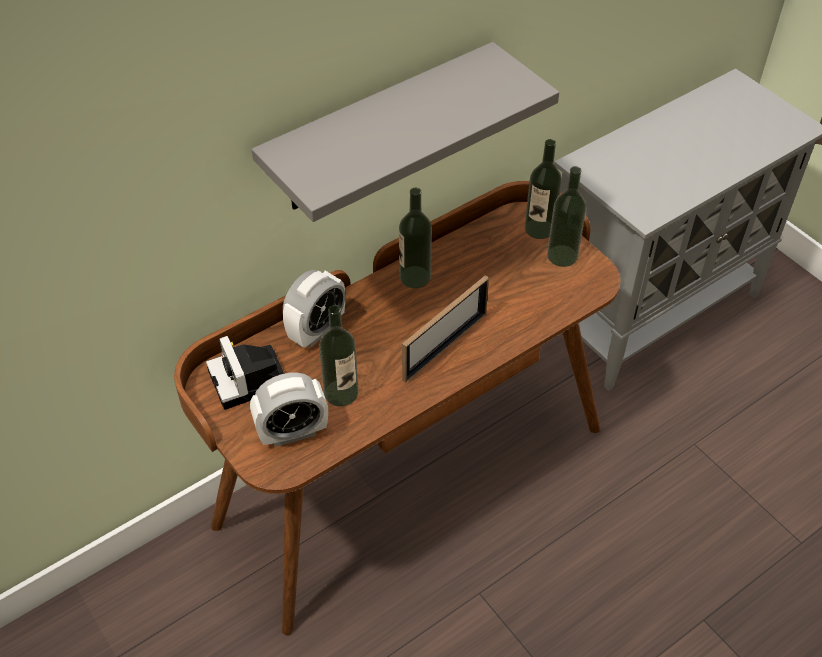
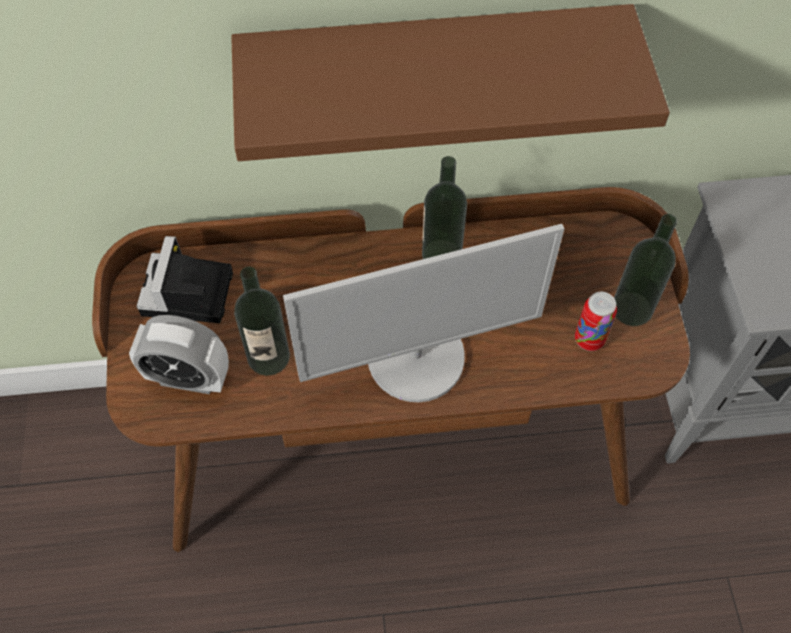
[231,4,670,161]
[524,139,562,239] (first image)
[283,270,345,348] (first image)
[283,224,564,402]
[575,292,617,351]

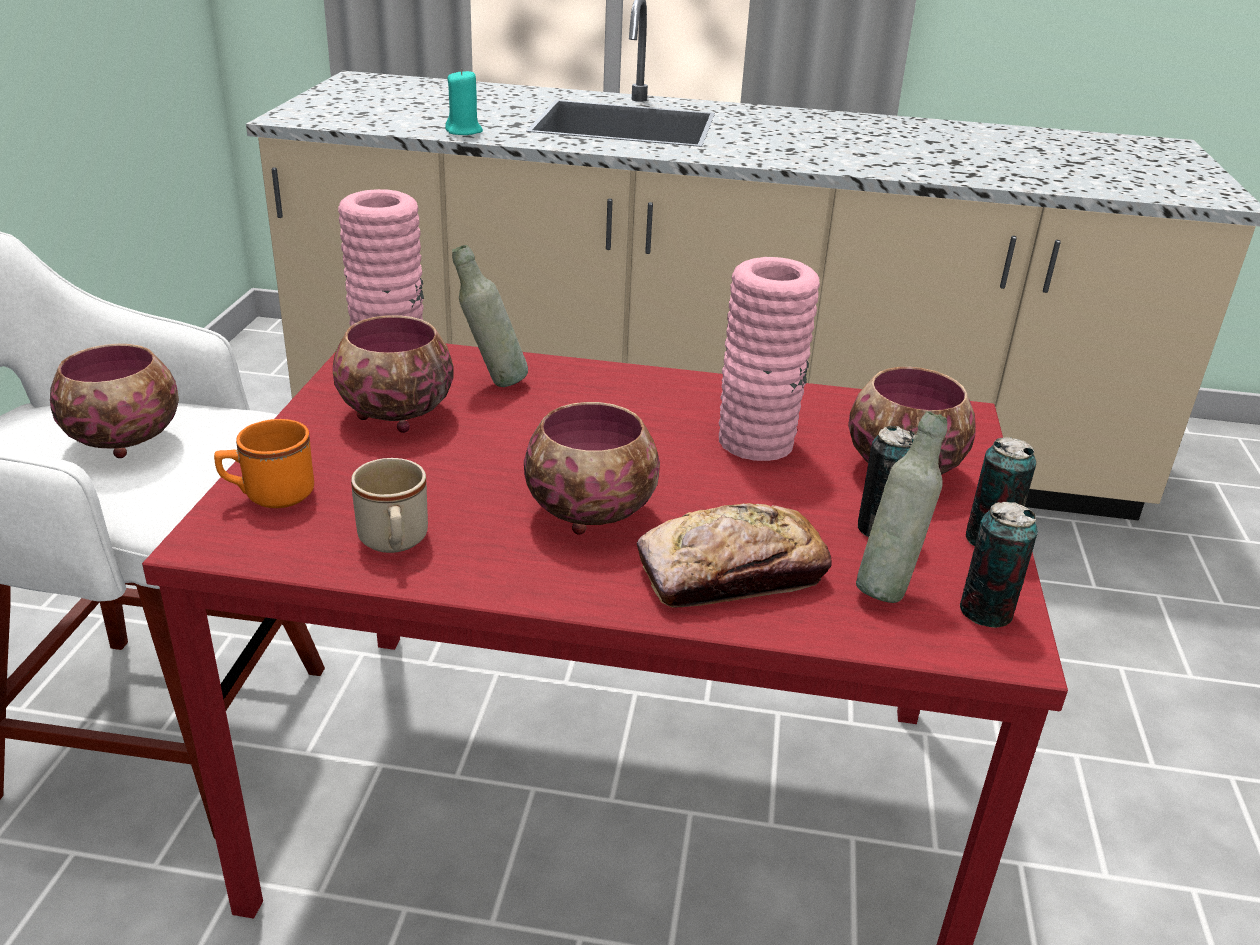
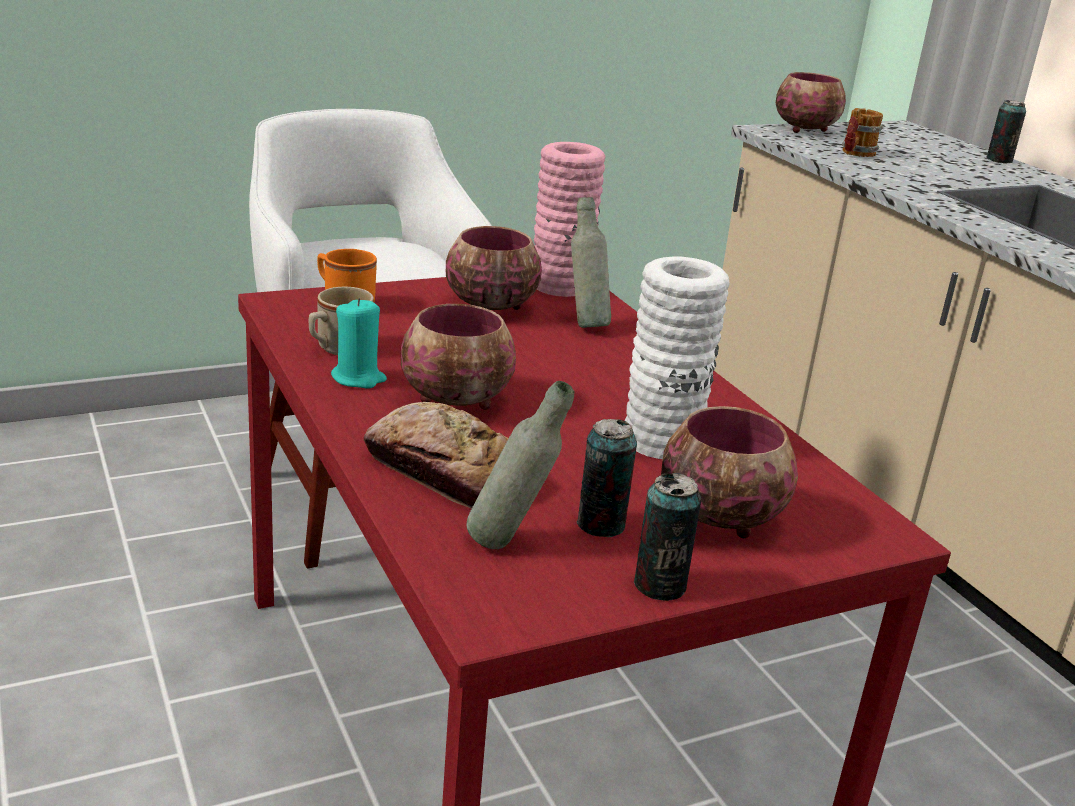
[331,298,387,388]
[625,256,729,459]
[776,72,846,133]
[987,100,1026,163]
[842,108,883,157]

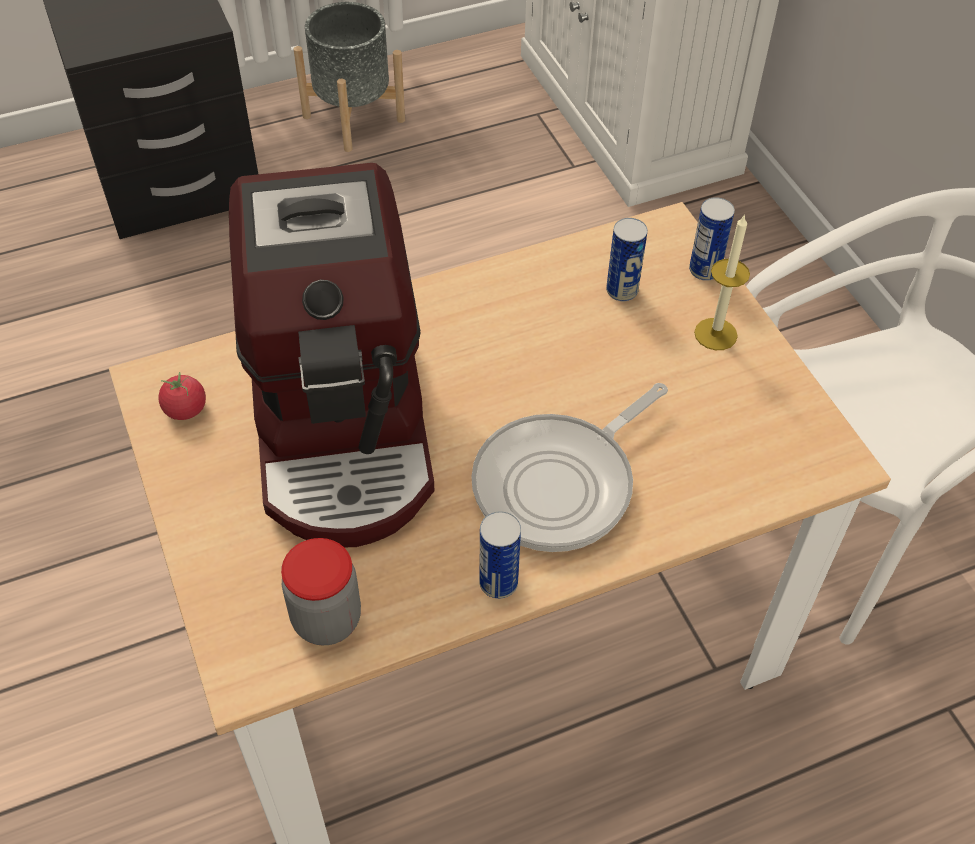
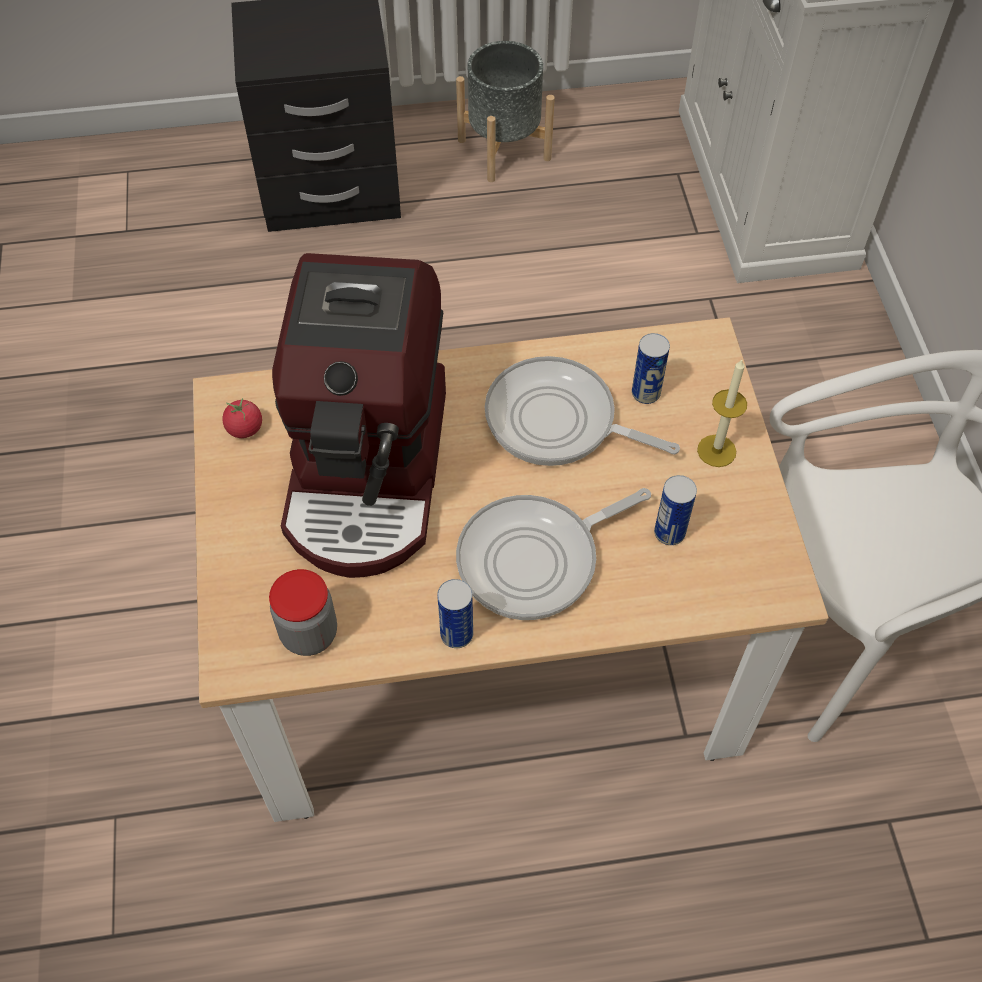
[654,475,697,545]
[485,356,680,466]

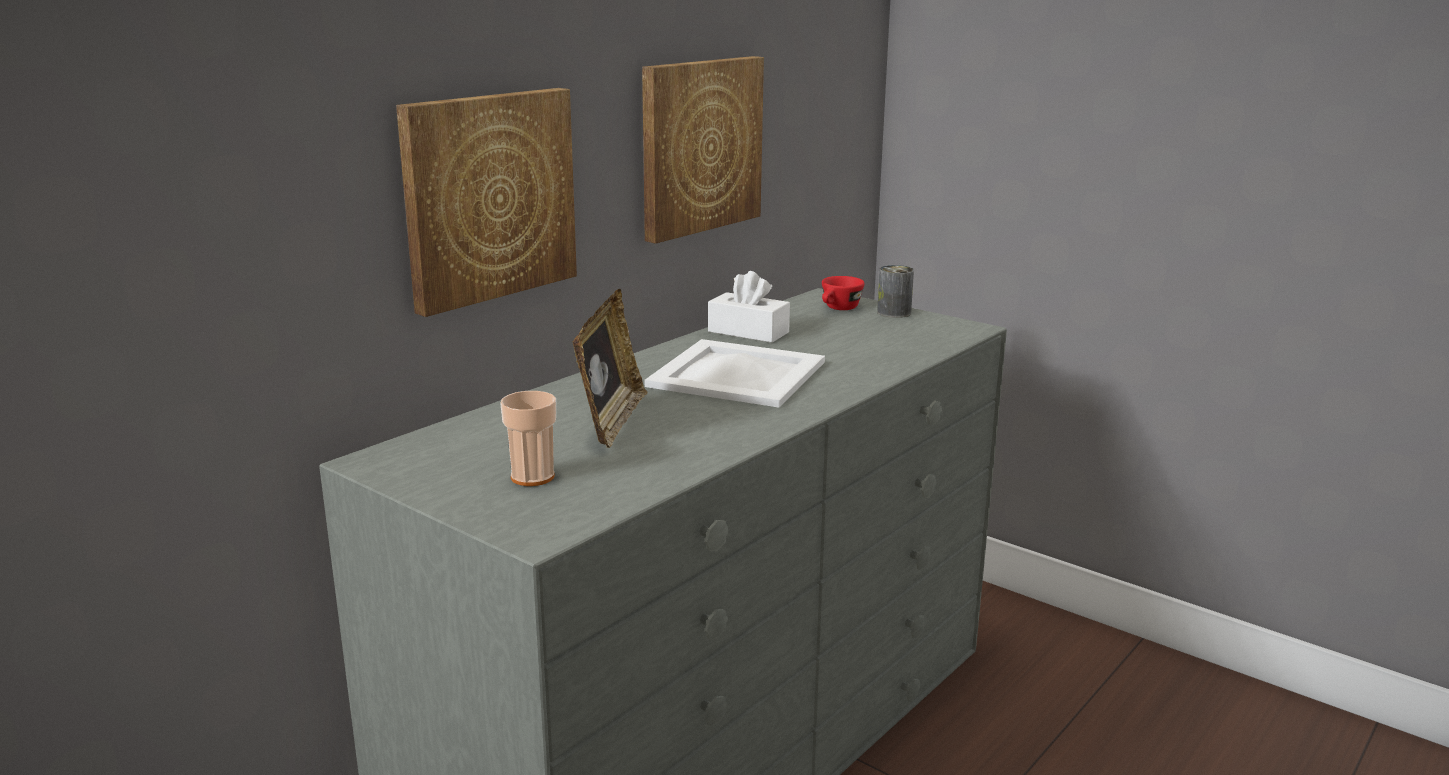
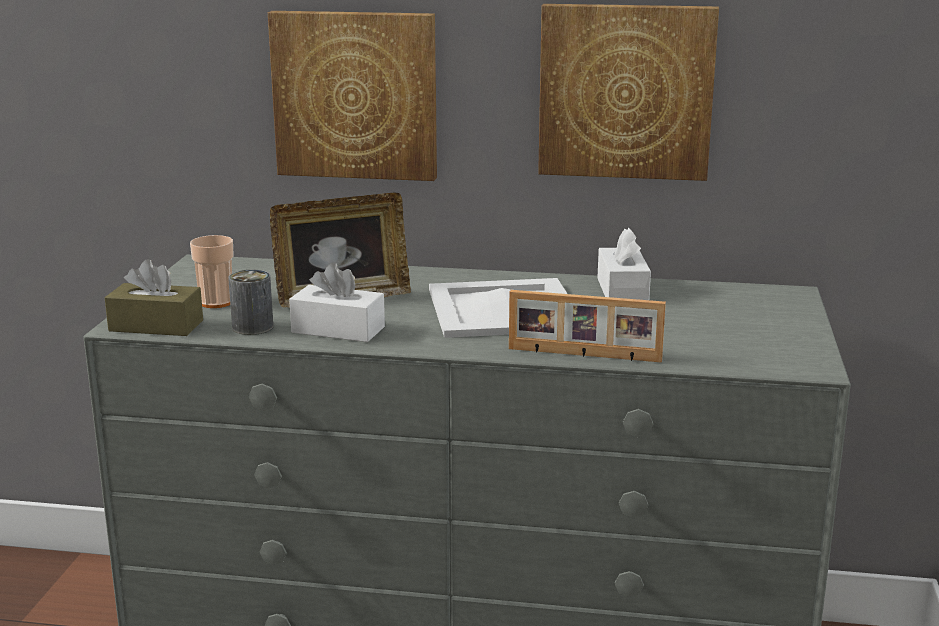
[228,270,273,335]
[822,276,865,310] (first image)
[105,259,203,336]
[289,263,385,342]
[509,290,666,363]

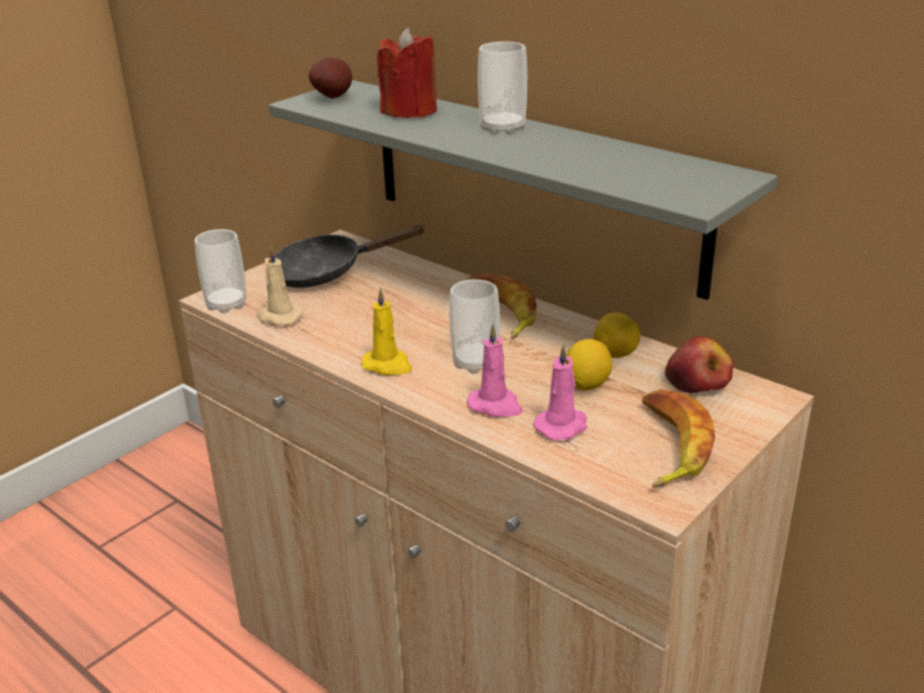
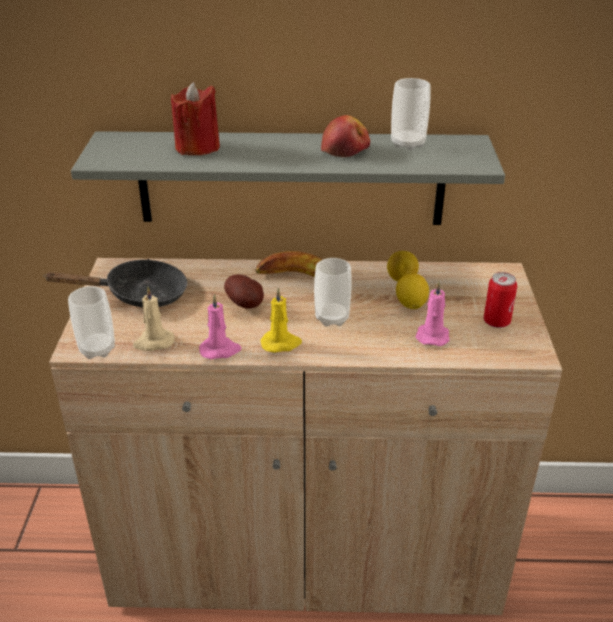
[391,78,431,151]
[224,274,264,309]
[44,259,187,307]
[199,294,242,359]
[321,115,370,157]
[484,272,517,328]

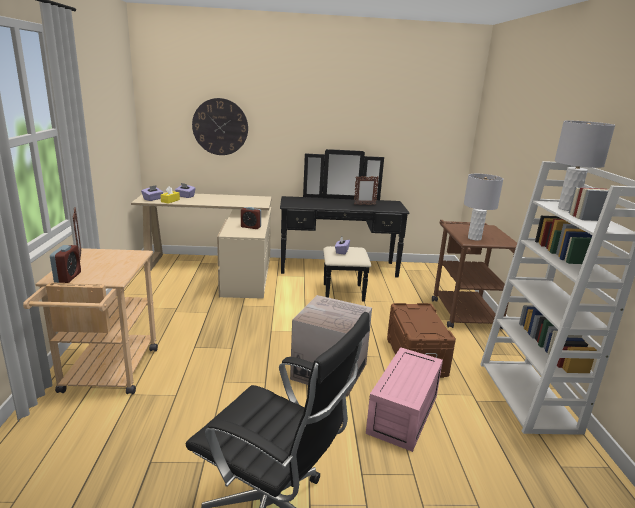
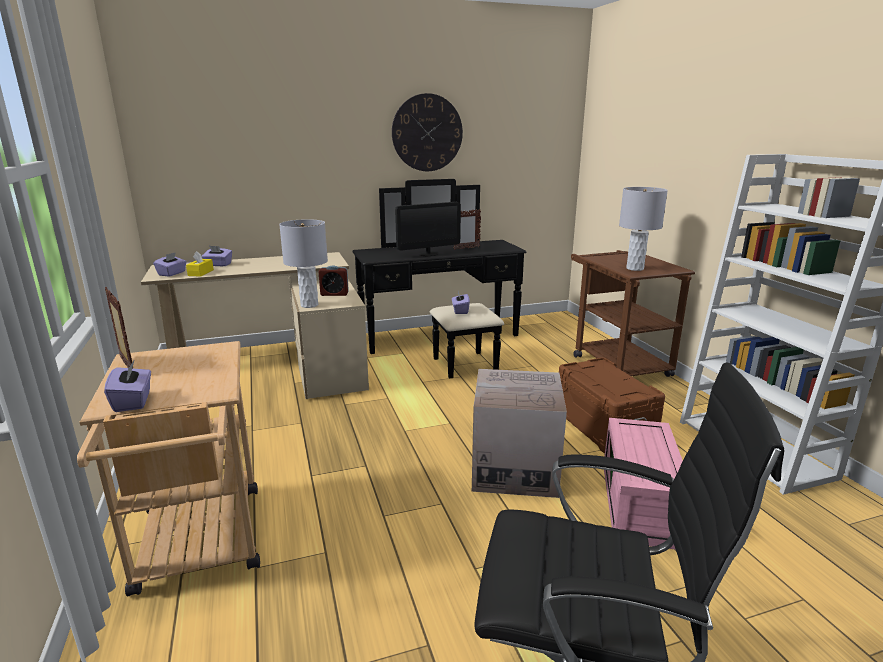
[392,93,463,171]
[279,219,328,308]
[104,359,151,412]
[395,202,461,256]

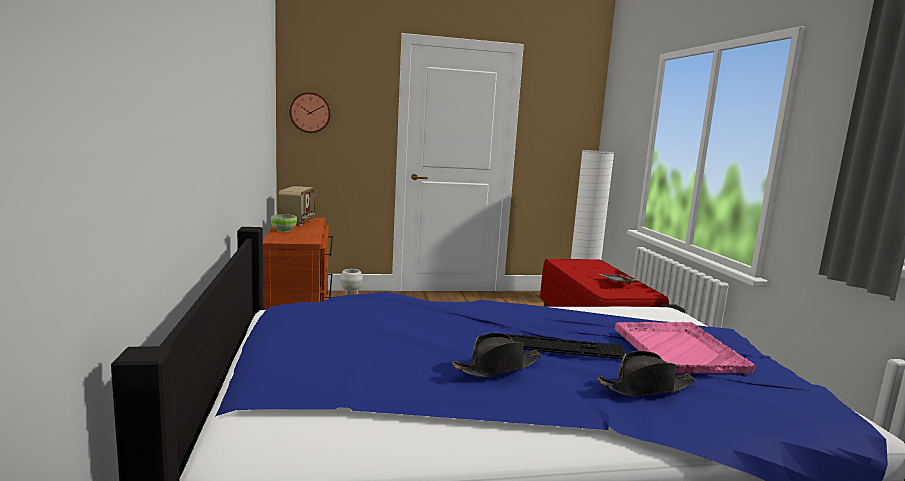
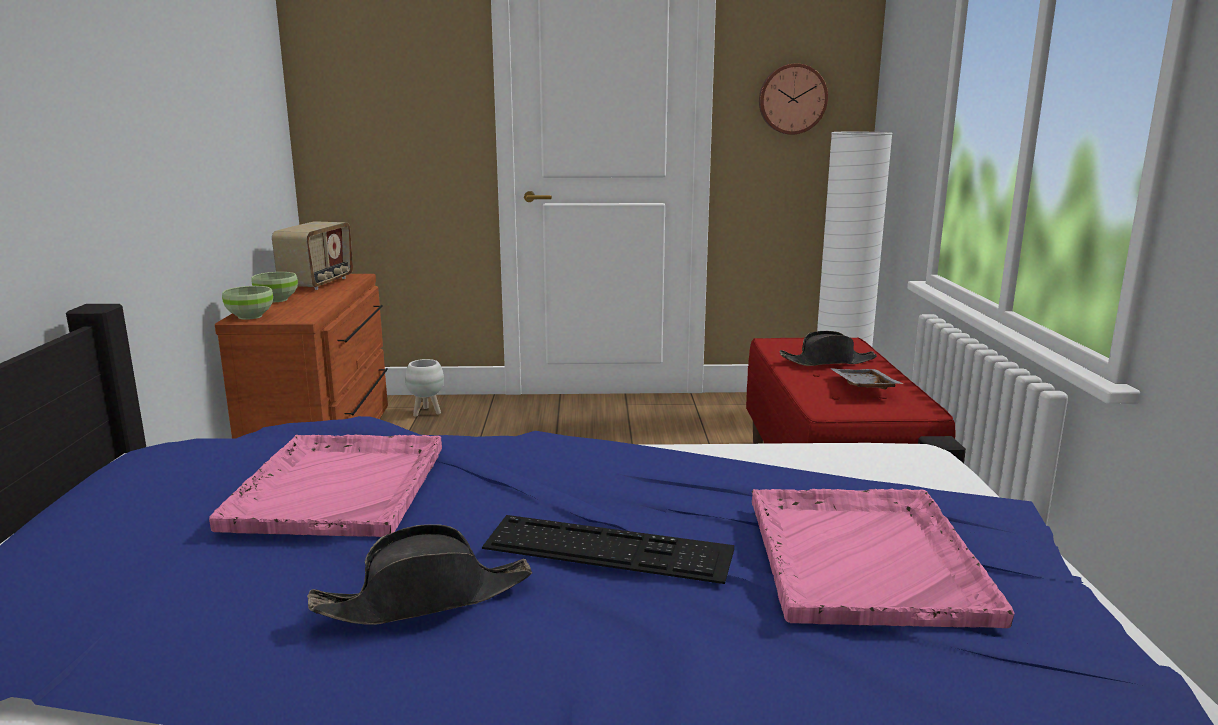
[759,63,828,135]
[780,331,877,366]
[222,286,273,320]
[209,435,442,537]

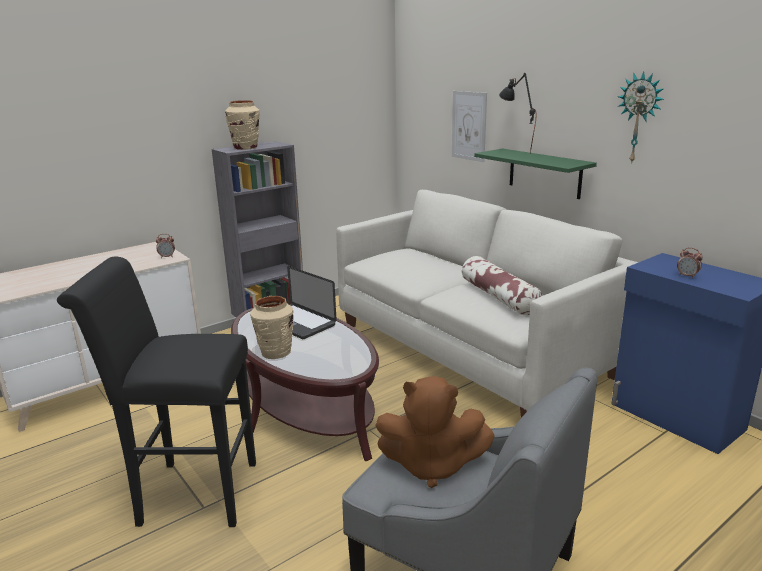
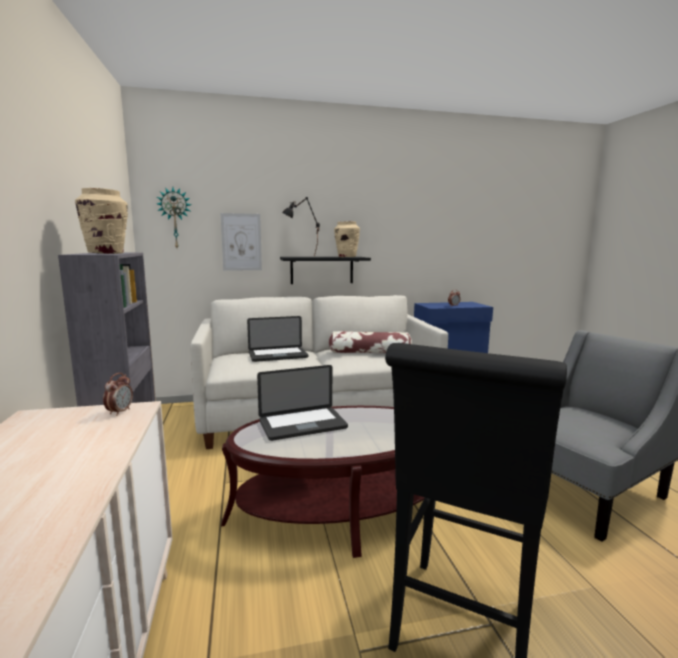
[157,187,191,248]
[280,257,371,284]
[334,221,360,257]
[375,376,495,488] (first image)
[247,316,309,362]

